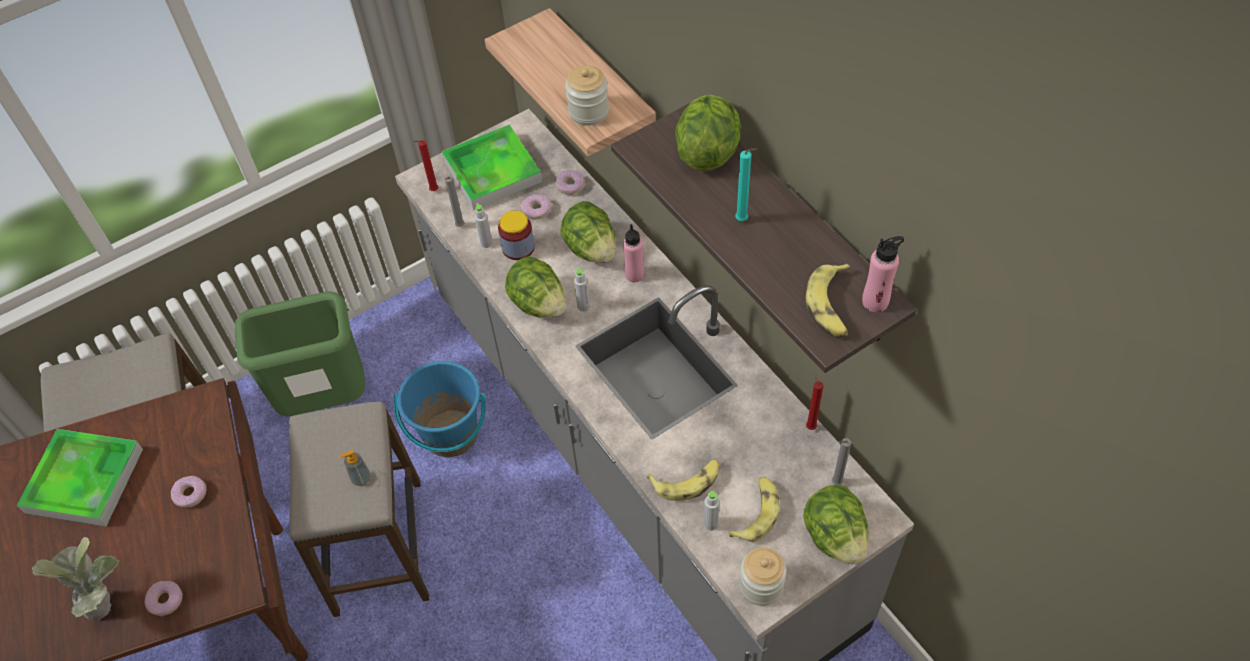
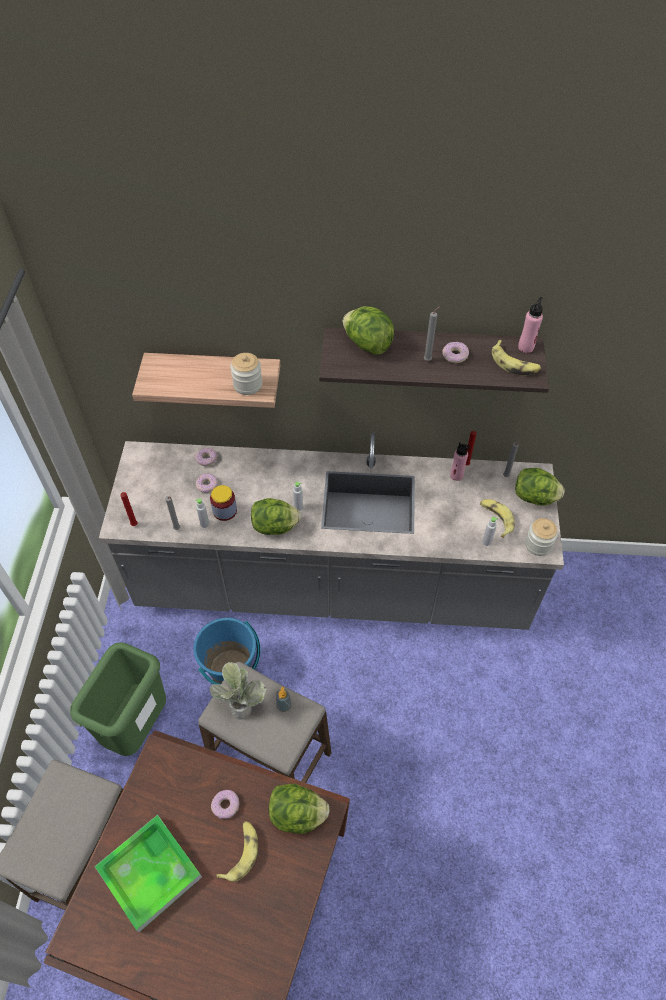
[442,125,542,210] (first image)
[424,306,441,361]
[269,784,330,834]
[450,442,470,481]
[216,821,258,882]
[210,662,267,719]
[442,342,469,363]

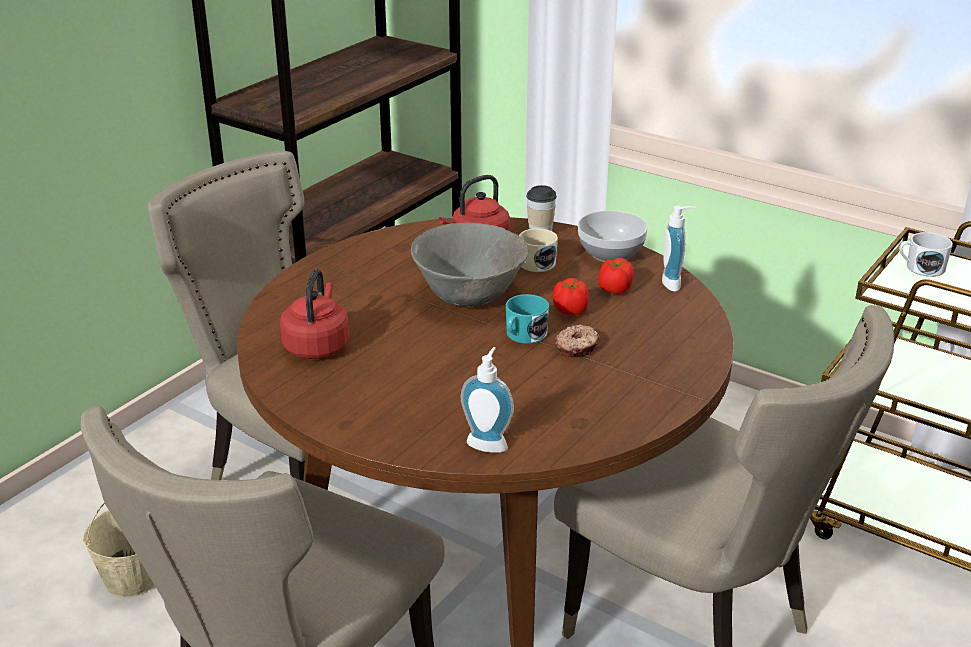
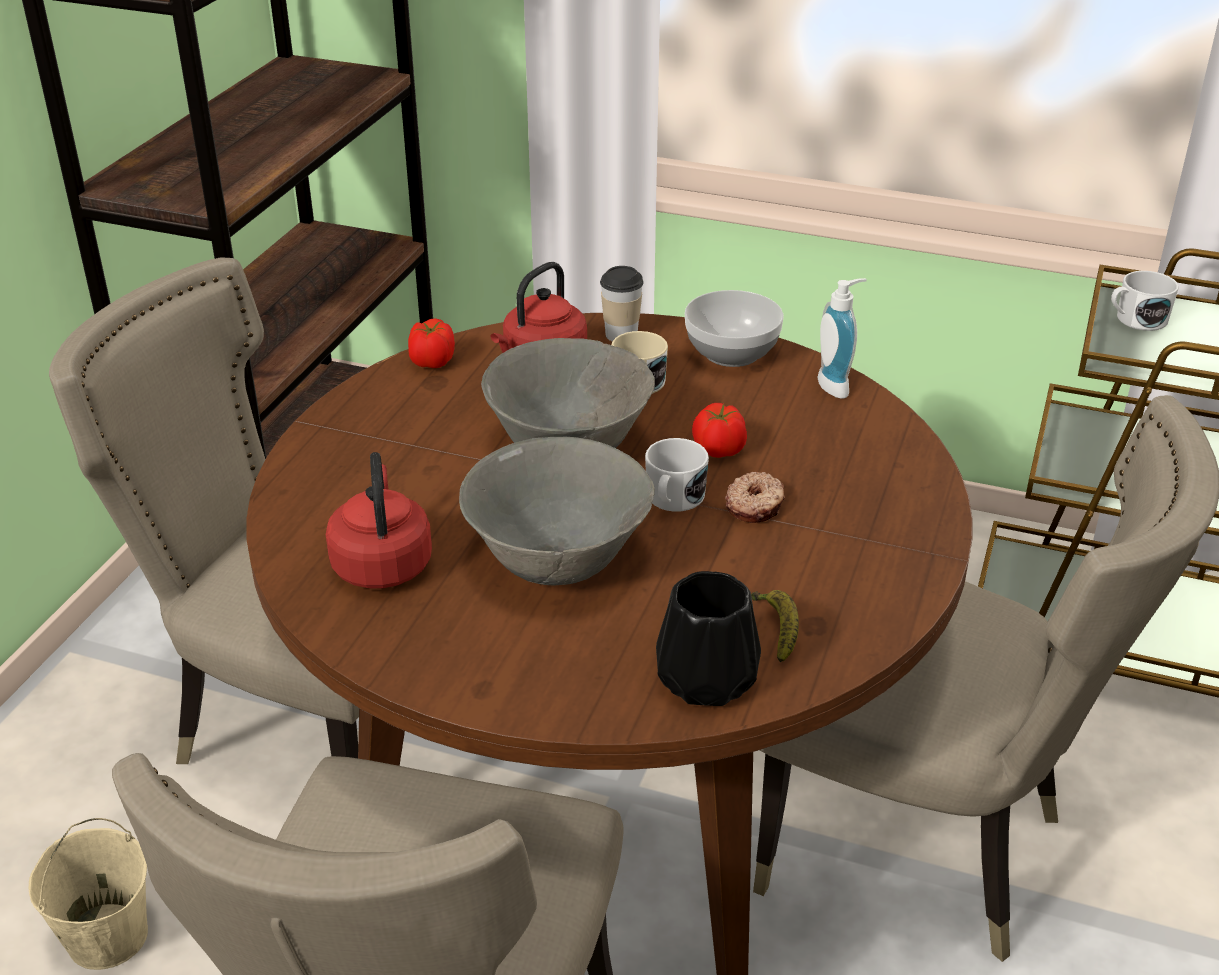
[408,318,455,368]
[645,438,709,512]
[656,571,761,706]
[459,437,655,586]
[751,590,799,663]

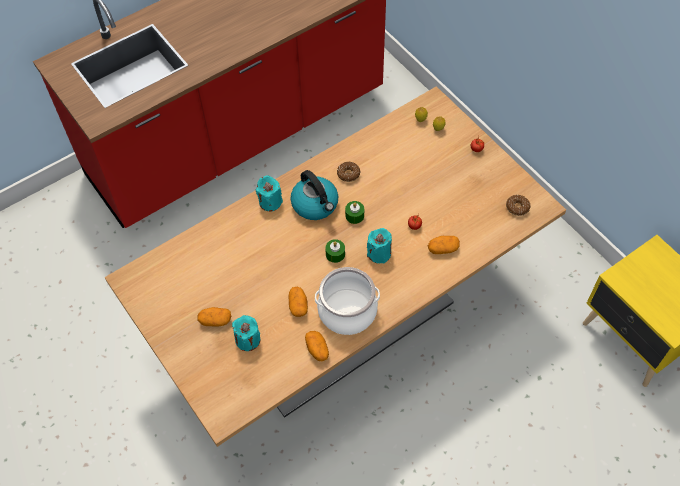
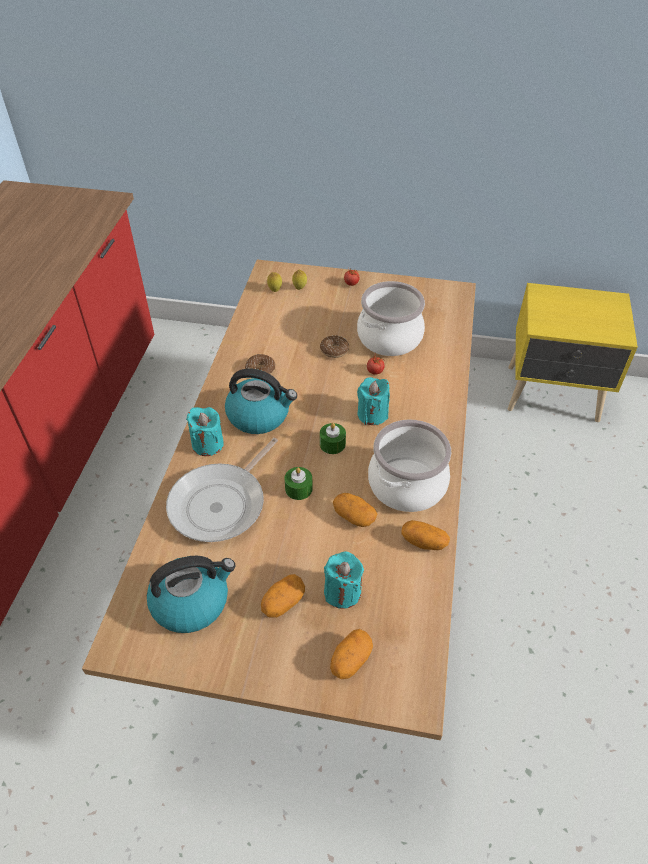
[320,335,349,358]
[285,467,313,500]
[330,629,373,679]
[357,281,425,356]
[166,438,278,542]
[147,556,235,633]

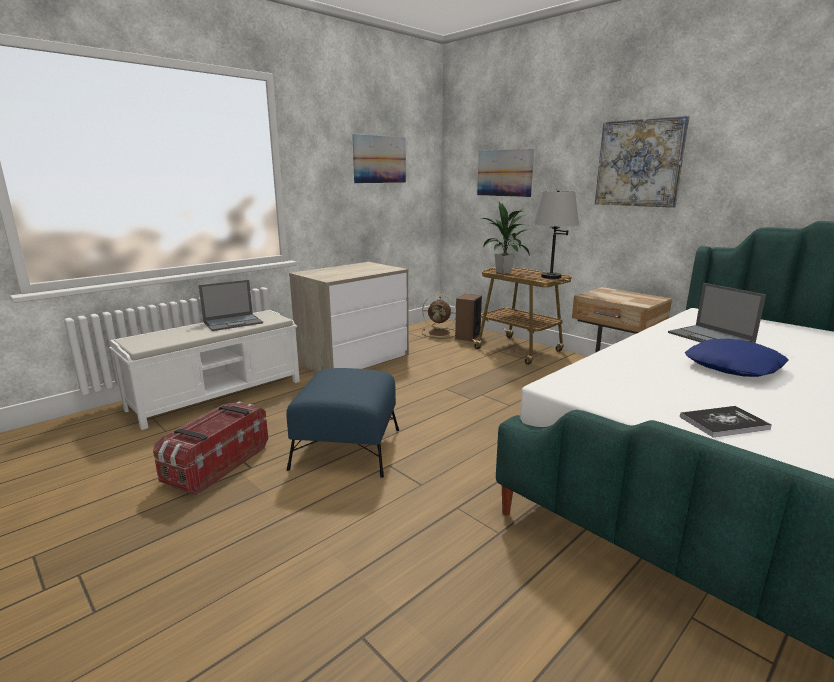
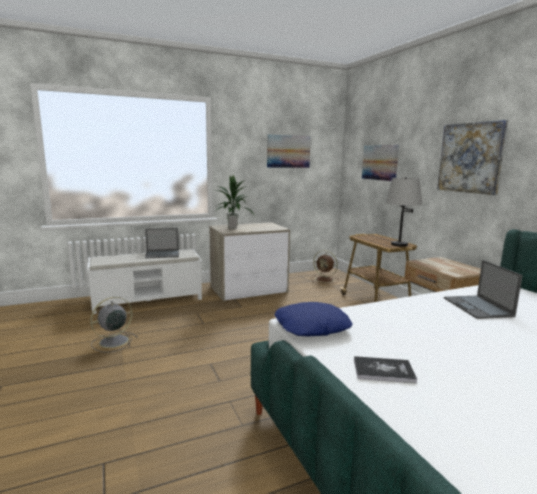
[216,175,255,229]
[455,294,482,341] (first image)
[275,302,353,336]
[286,368,399,478] (first image)
[90,297,138,352]

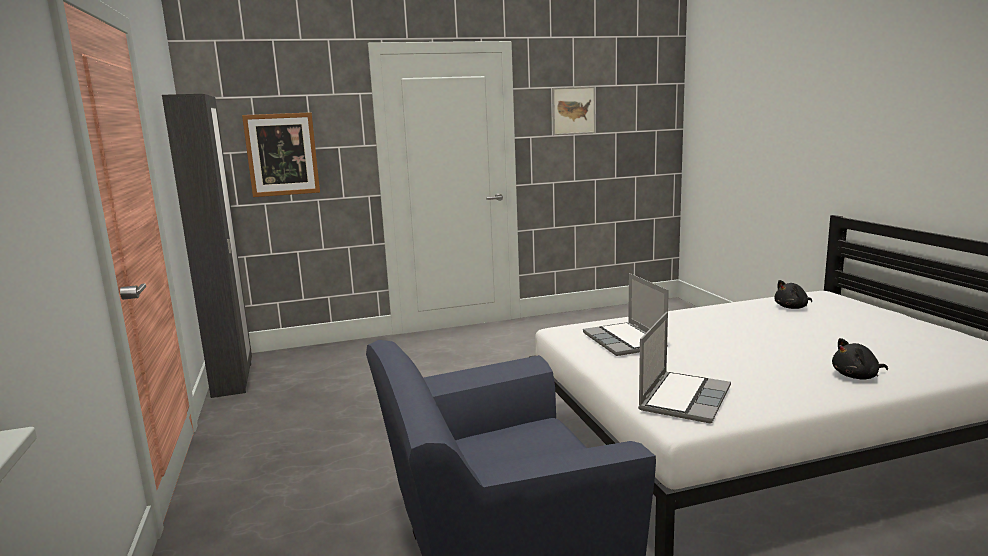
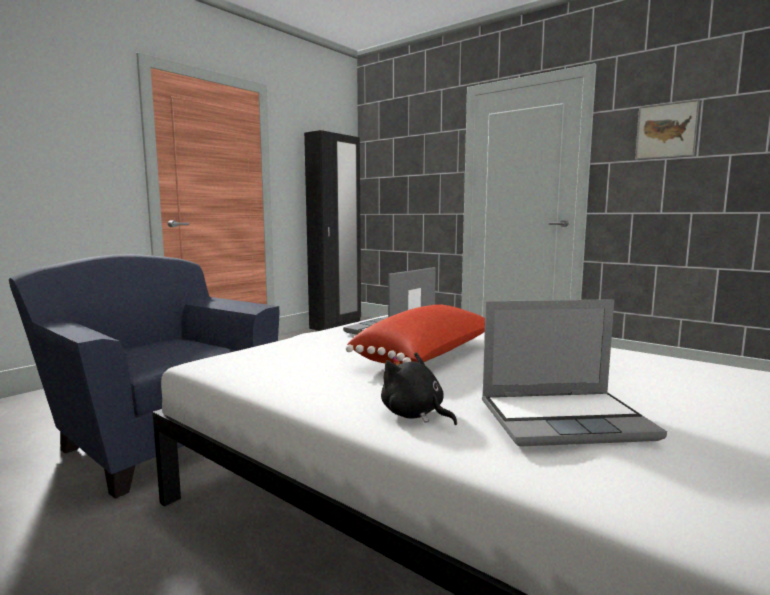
[242,112,320,197] (first image)
[774,280,812,309] (first image)
[482,299,667,447]
[346,304,485,364]

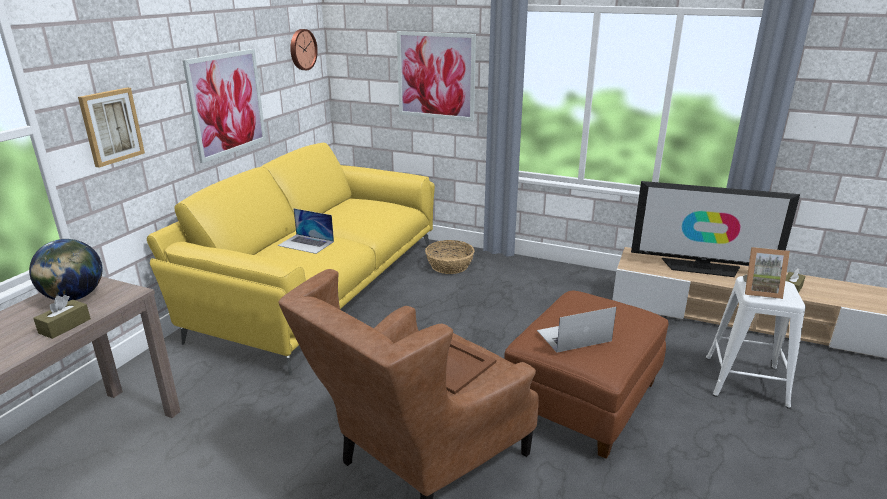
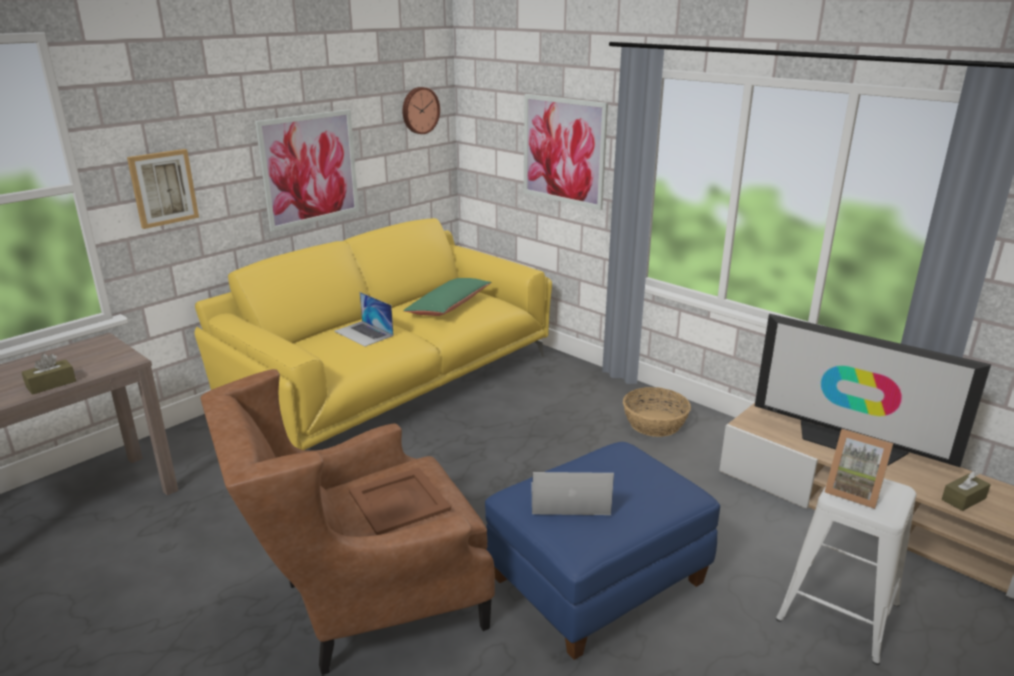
[29,239,102,301] (first image)
[623,387,691,437]
[485,442,720,660]
[403,278,492,316]

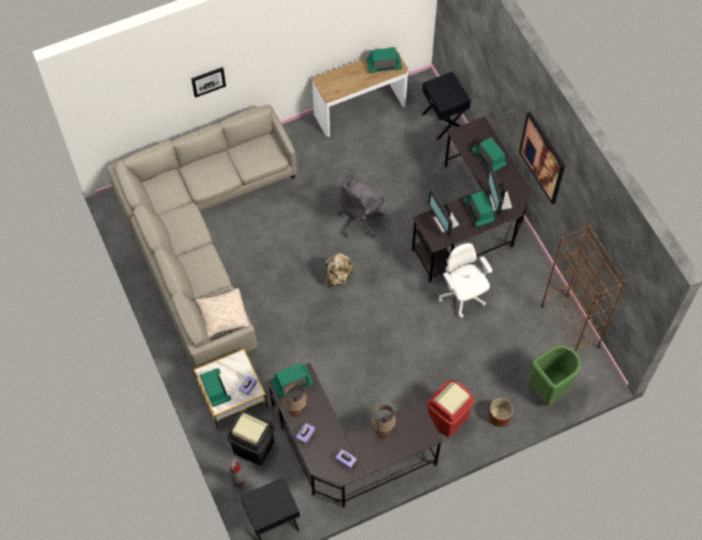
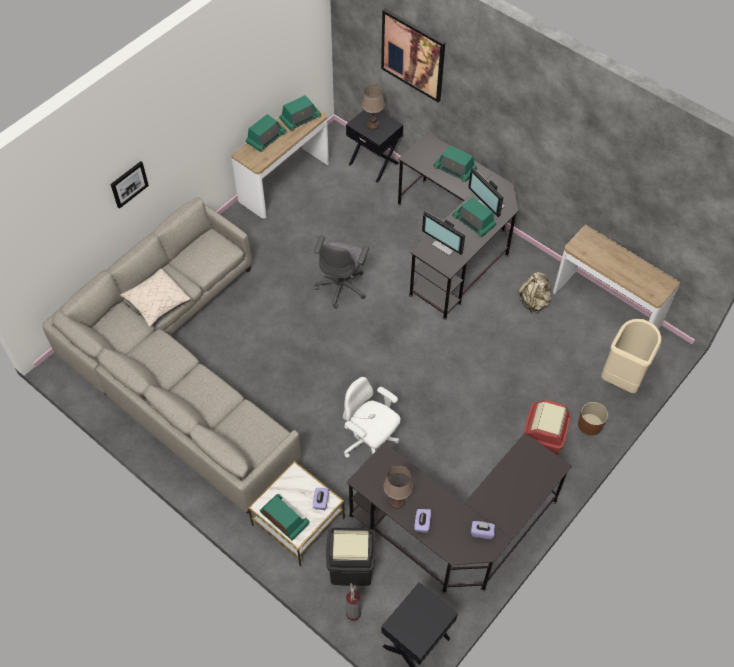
[381,9,445,102]
[553,224,681,329]
[343,377,401,458]
[518,272,551,314]
[120,268,191,327]
[601,319,662,393]
[246,114,286,152]
[362,85,385,130]

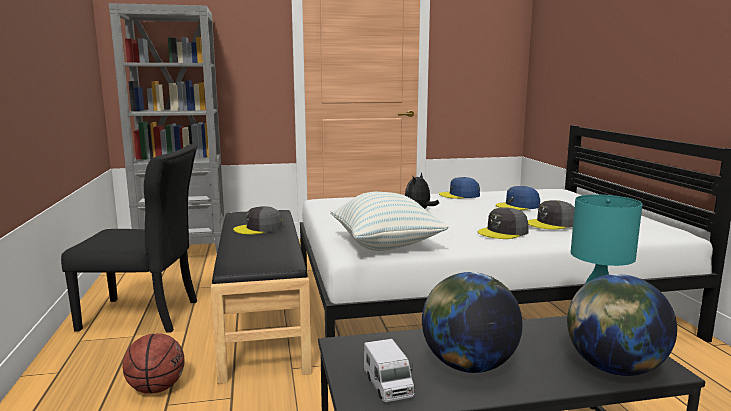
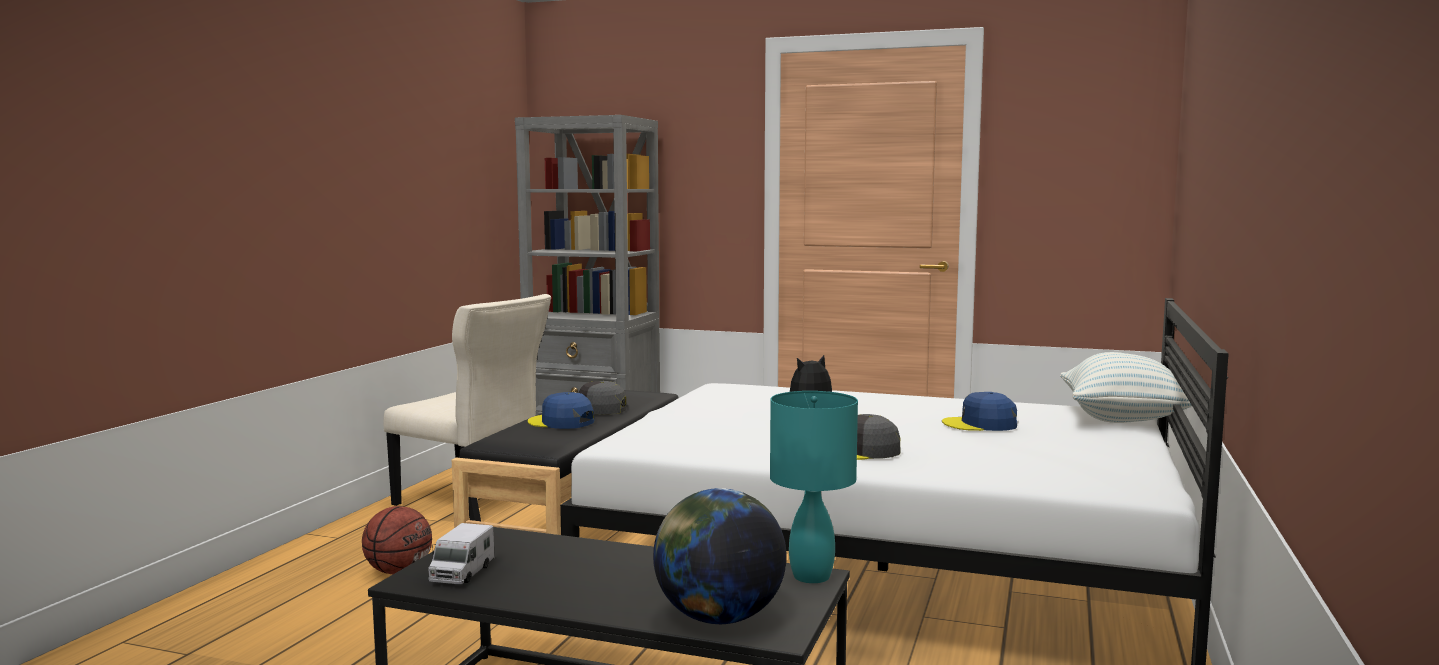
[384,294,551,521]
[528,392,595,429]
[1060,352,1192,423]
[528,200,575,230] (first image)
[422,272,523,373] (first image)

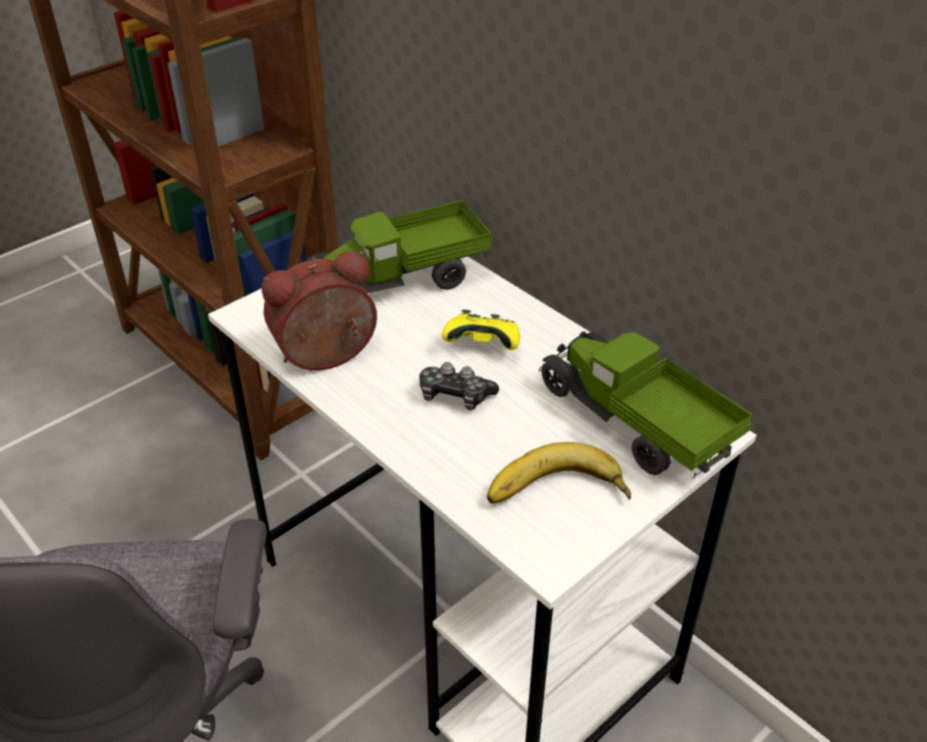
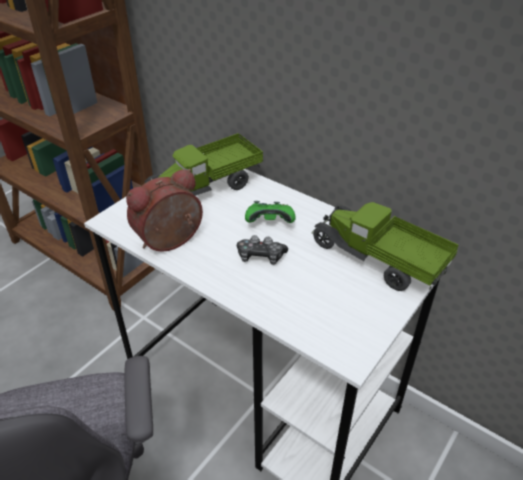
[245,201,296,223]
[487,442,631,504] (first image)

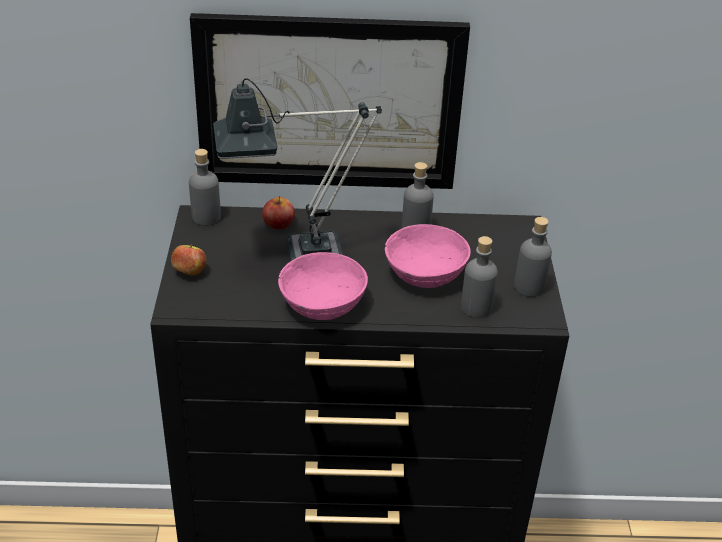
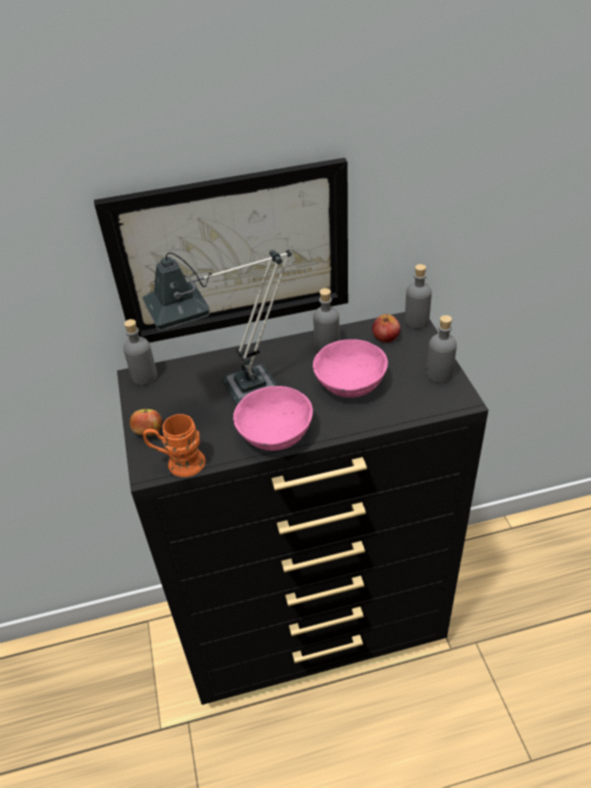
[372,314,400,343]
[405,264,432,329]
[143,414,206,477]

